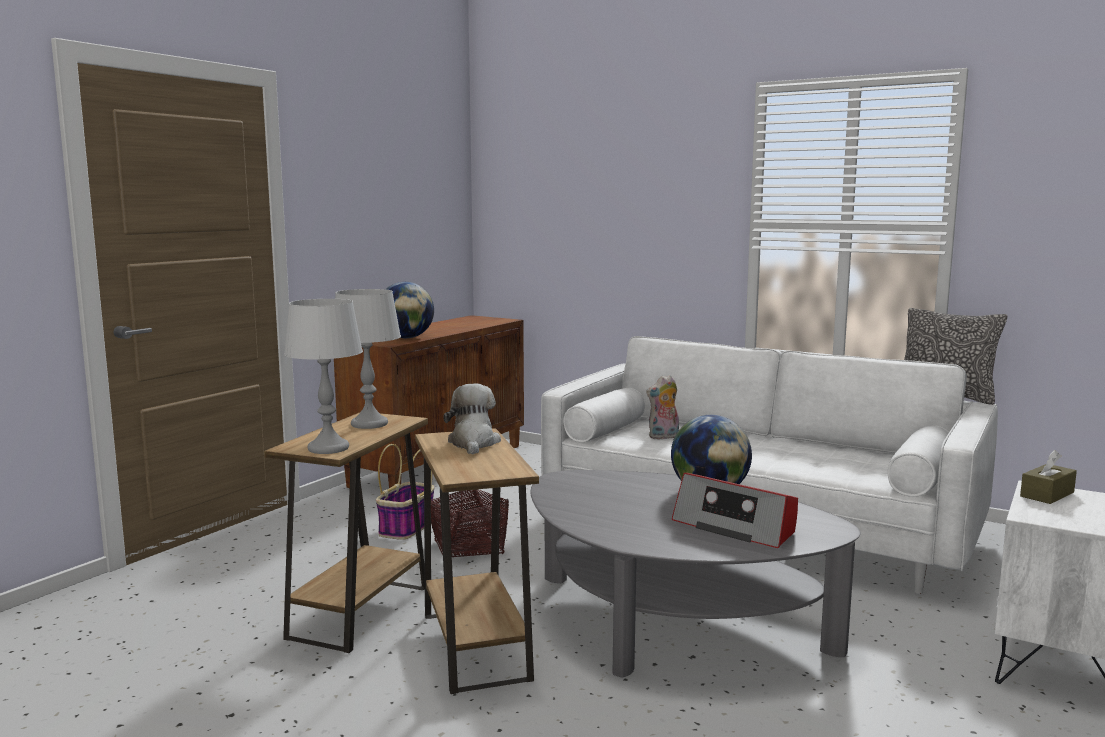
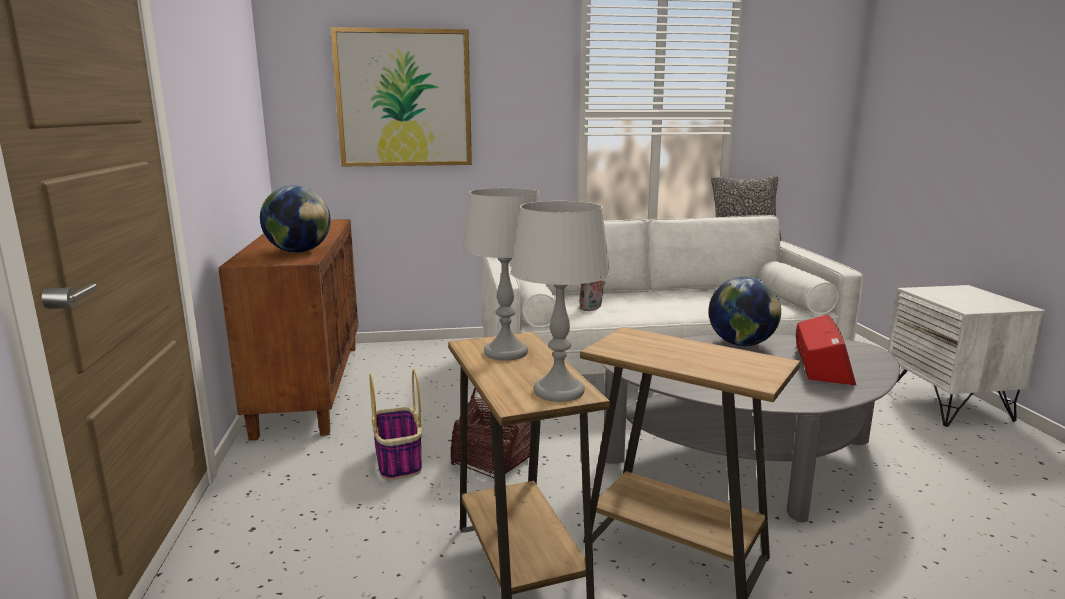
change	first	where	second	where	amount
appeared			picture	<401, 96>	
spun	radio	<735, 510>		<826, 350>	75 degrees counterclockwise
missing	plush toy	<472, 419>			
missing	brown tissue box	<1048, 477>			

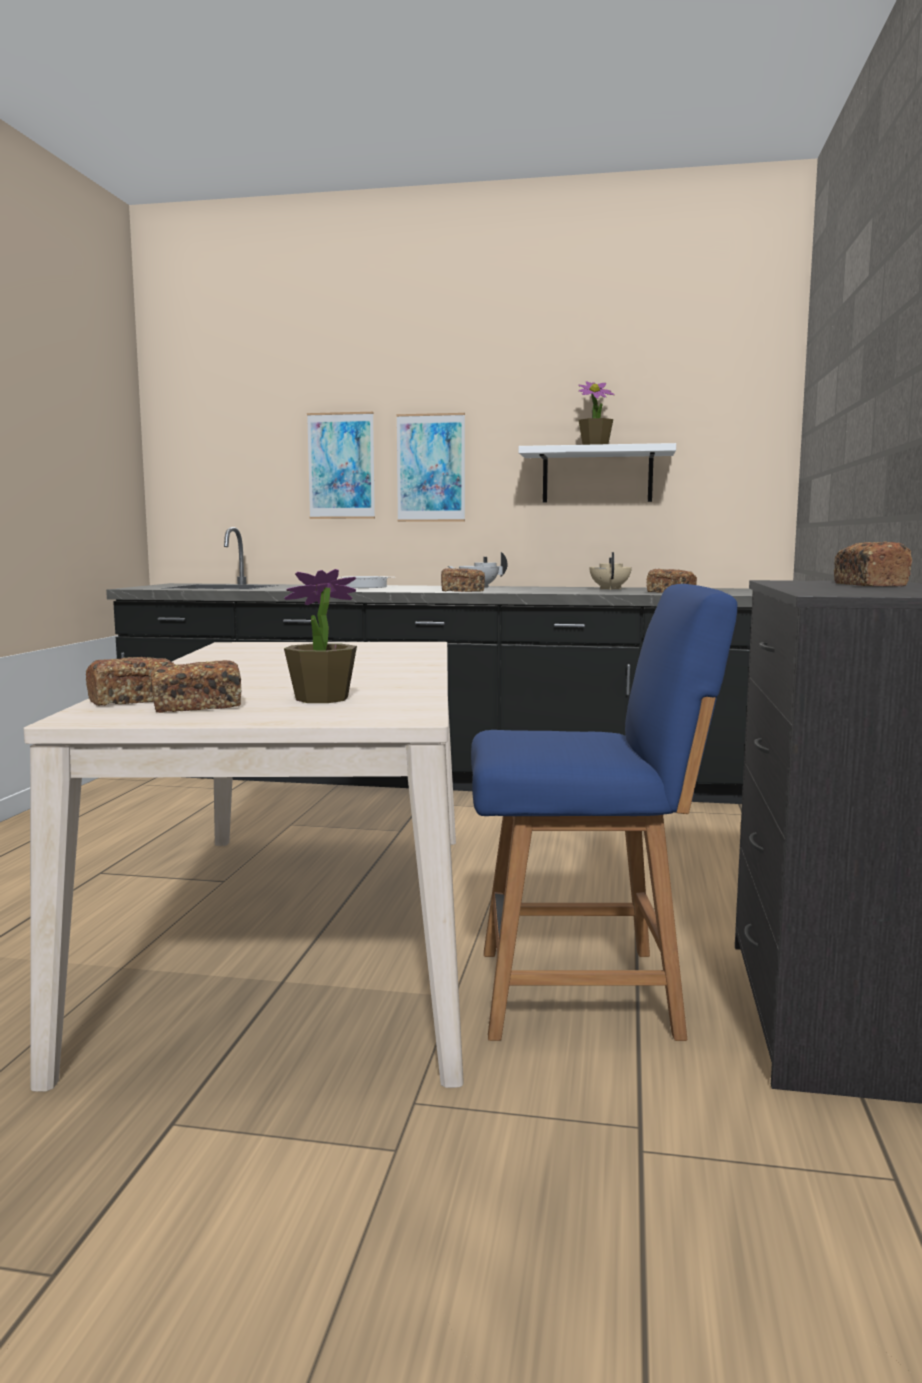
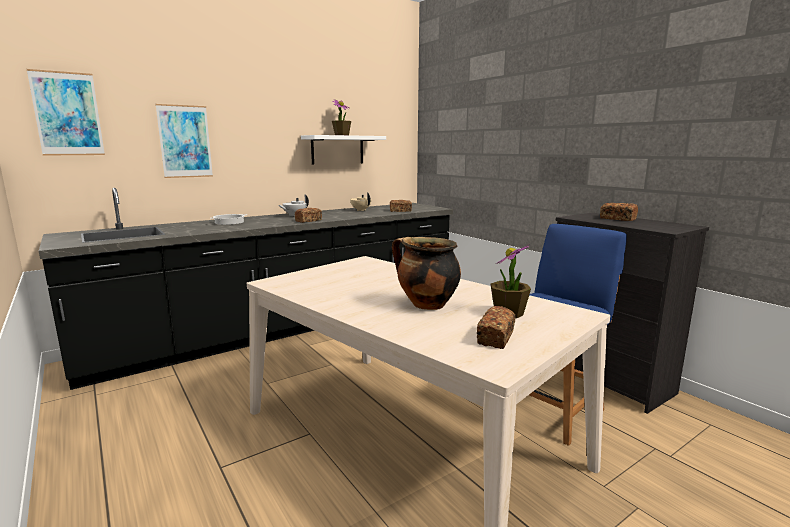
change	first	where	second	where	amount
relocated	picture	<430, 467>		<66, 112>	
appeared			cooking pot	<426, 273>	
missing	bread	<131, 681>			

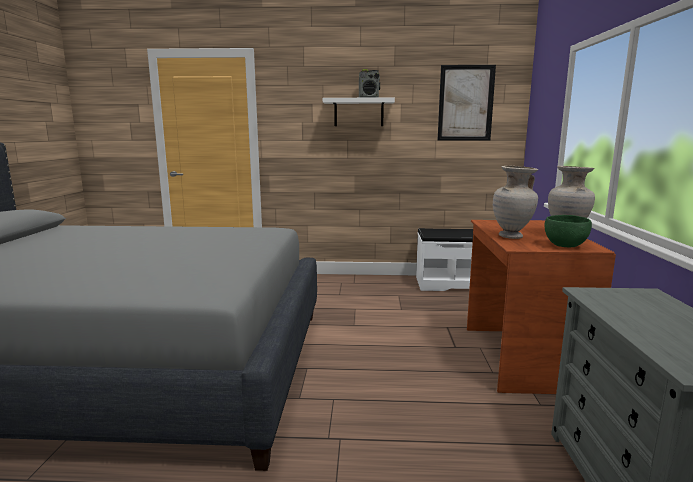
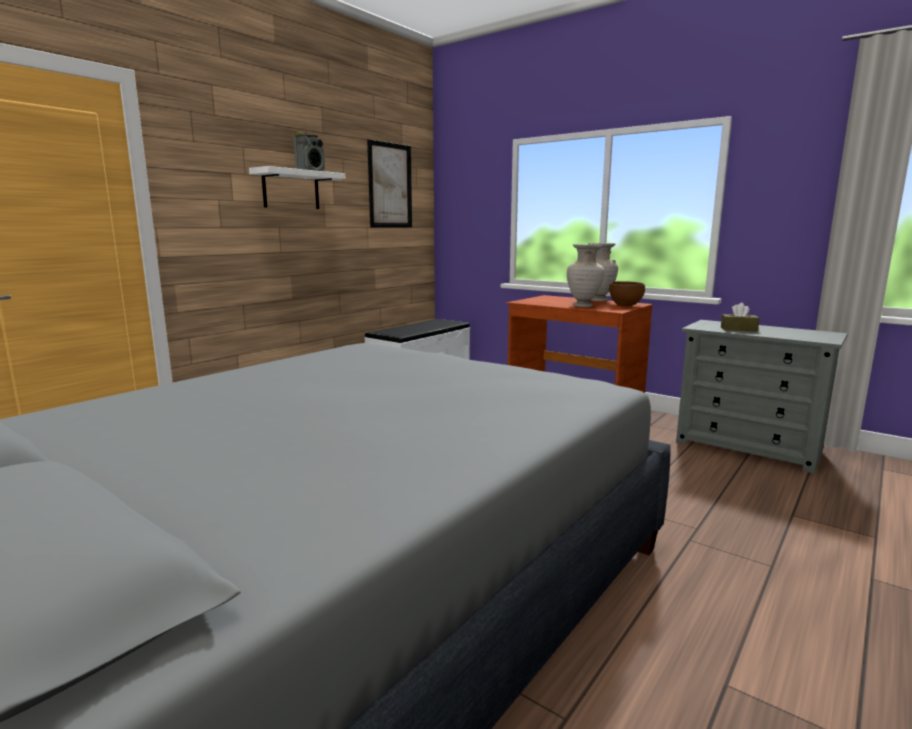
change	first	where	second	where	amount
colour	green bowl	<568, 231>	brown bowl	<627, 293>	
appeared			brown tissue box	<740, 317>	

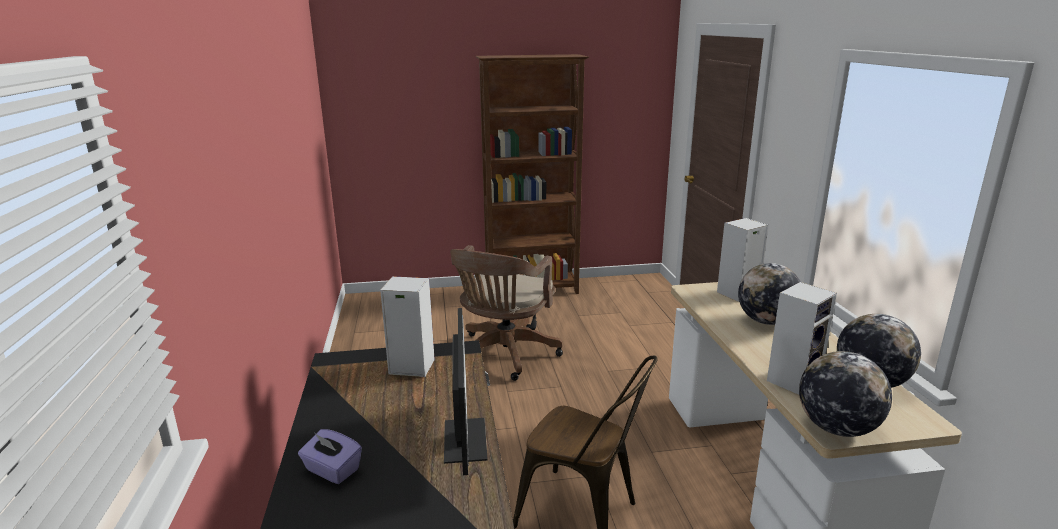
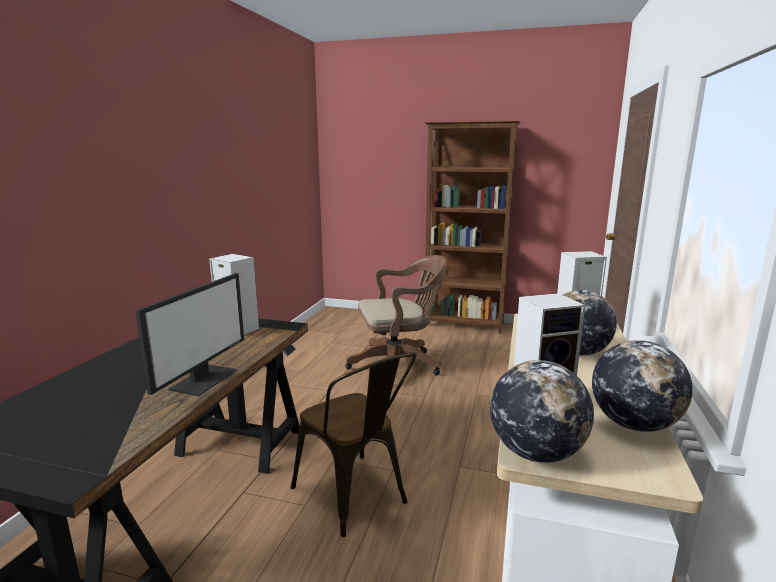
change	first	where	second	where	amount
spun	brown office chair	<506, 313>		<396, 315>	150 degrees counterclockwise
missing	purple tissue box	<330, 456>			

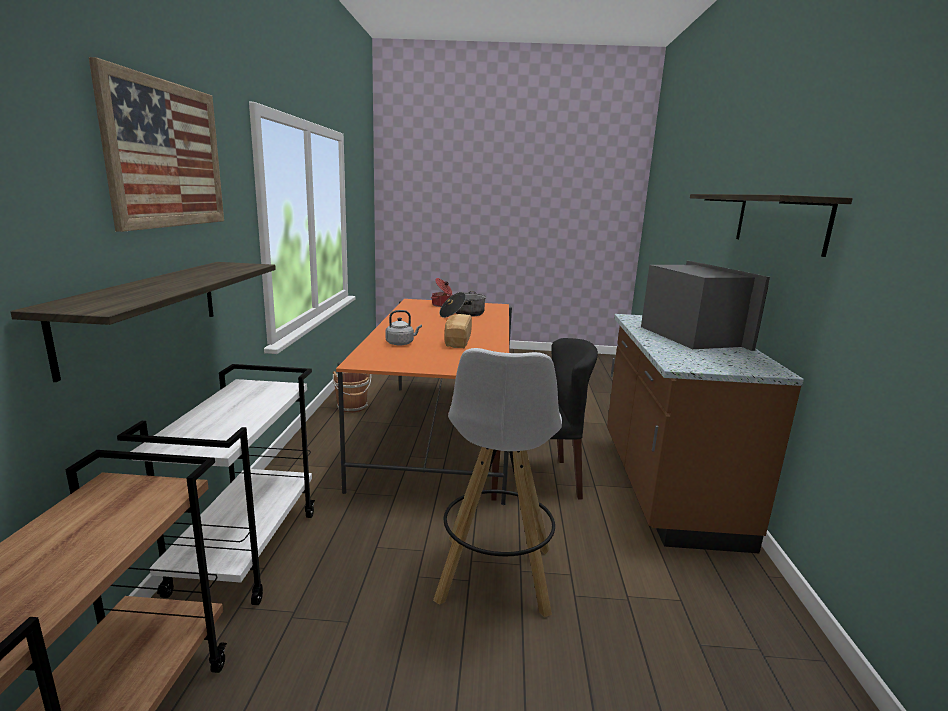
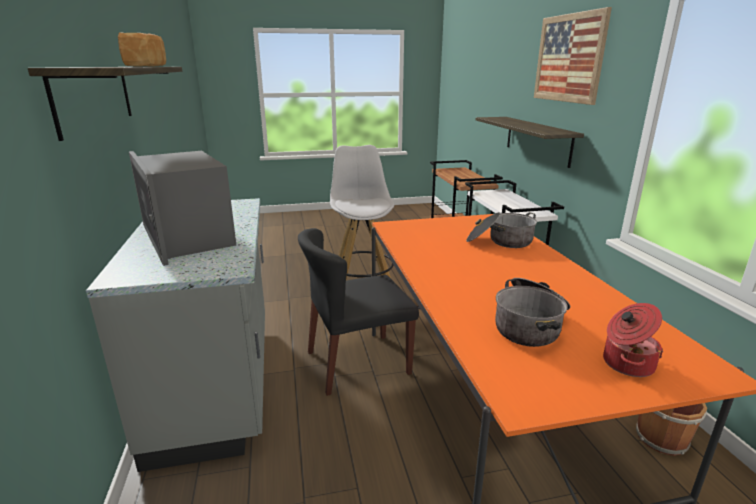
change	first	where	second	where	amount
colour	brown counter	<705, 433>	grey counter	<175, 335>	
relocated	bread	<458, 331>		<142, 49>	
exchanged	grey kettle	<404, 328>	cooking pot	<501, 230>	

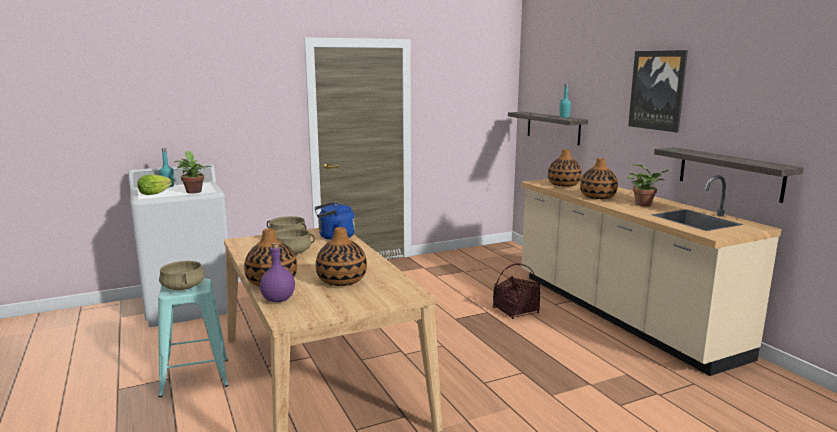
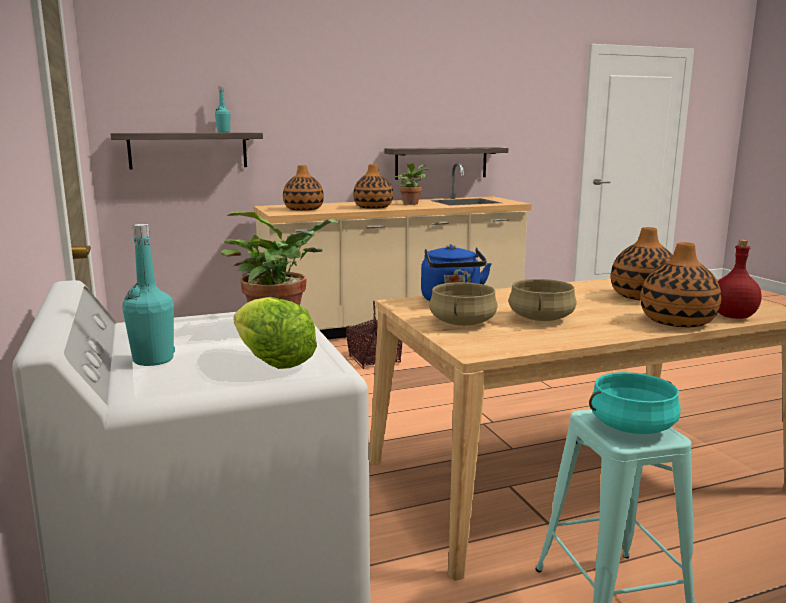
change	first	where	second	where	amount
colour	beige cooking pot	<181, 275>	turquoise cooking pot	<635, 403>	
colour	purple bottle	<277, 272>	red bottle	<740, 279>	
missing	picture	<658, 91>			

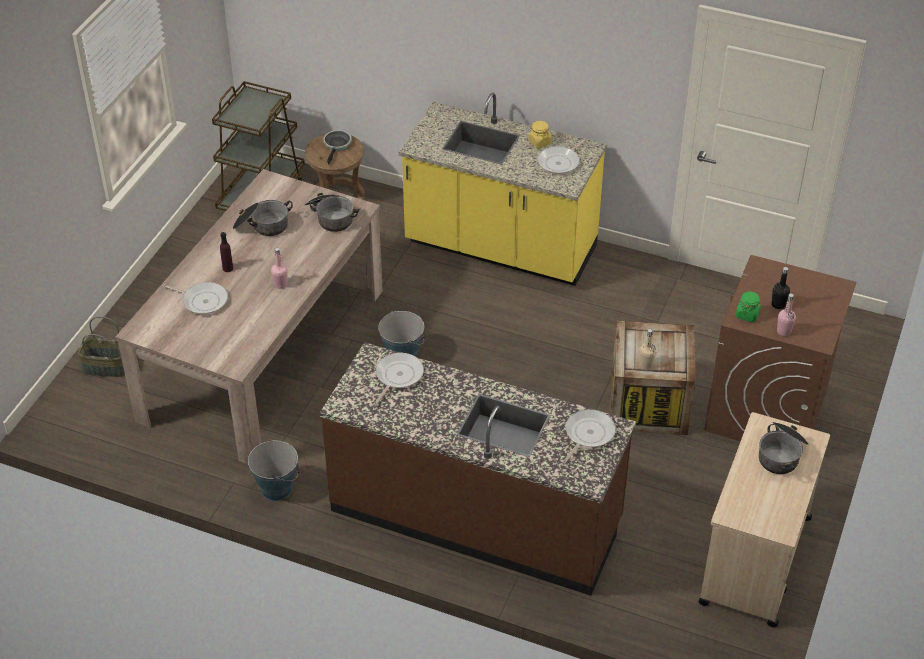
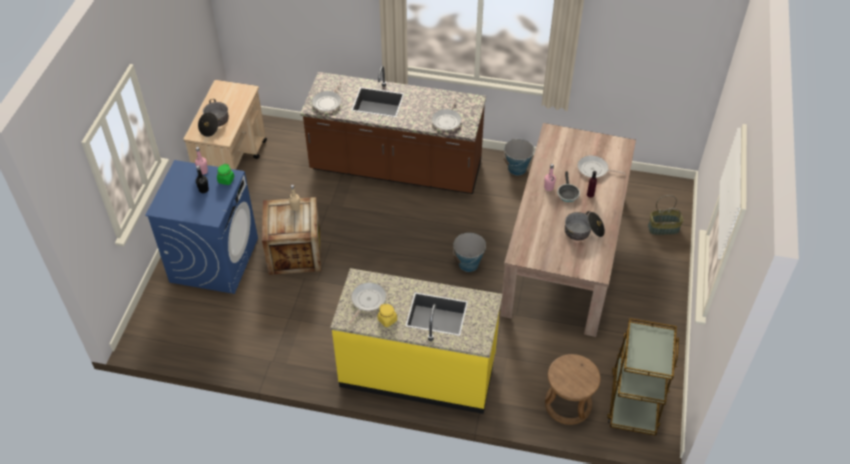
change	first	where	second	where	amount
colour	brown washing machine	<780, 348>	blue washing machine	<201, 227>	
relocated	frying pan	<337, 147>		<568, 187>	
missing	cooking pot	<332, 212>			

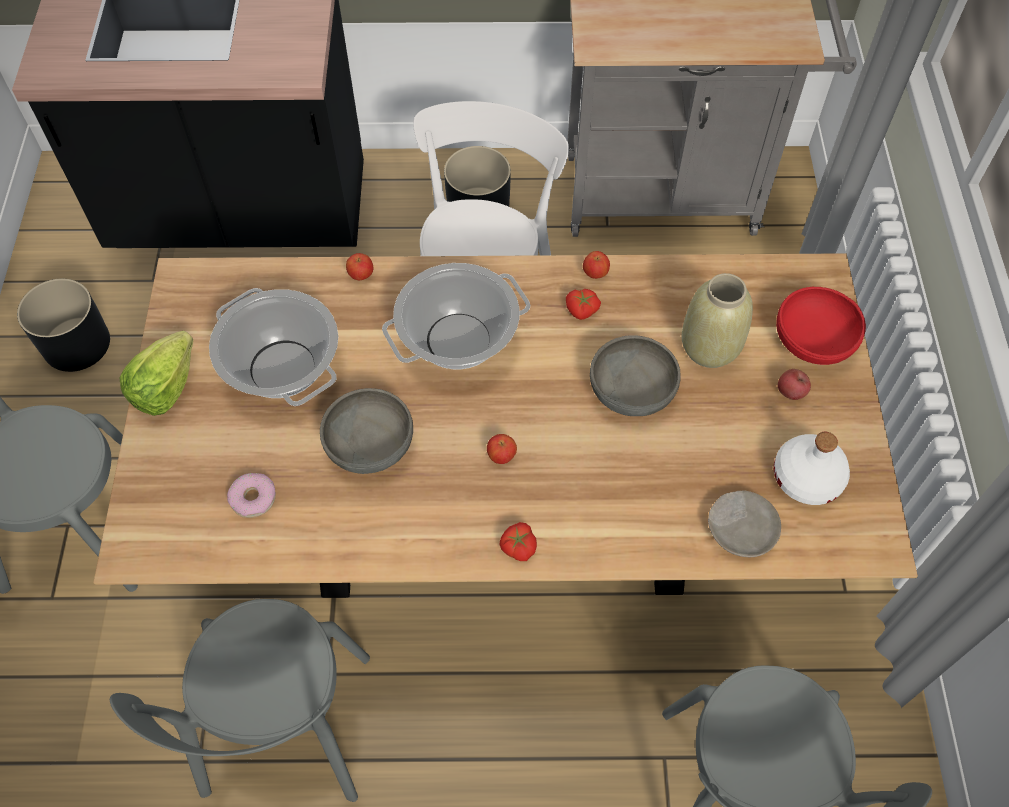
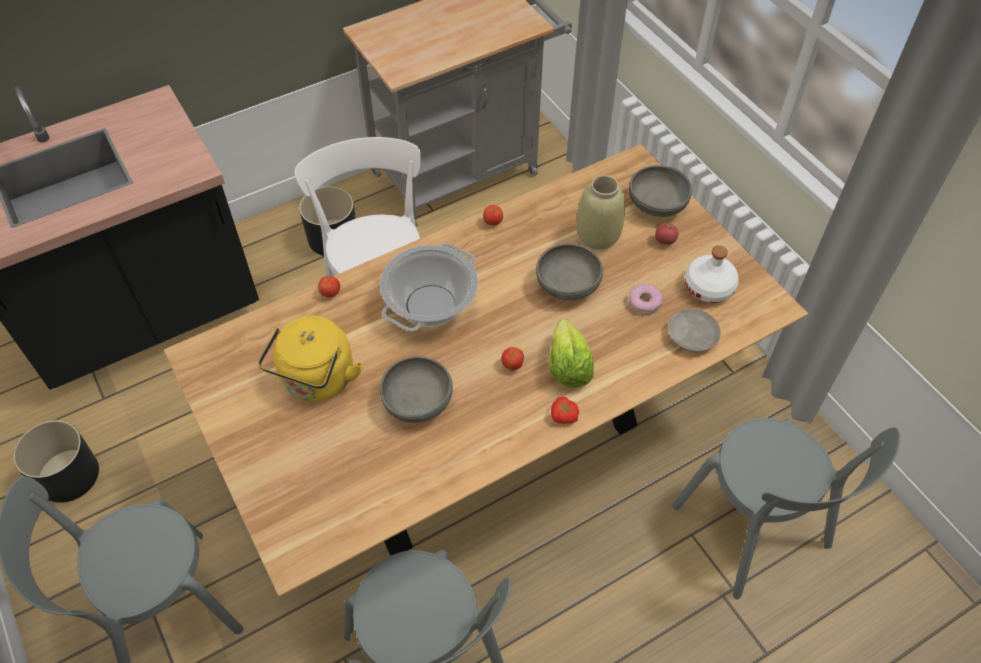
change	first	where	second	where	amount
exchanged	cooking pot	<273, 347>	yellow kettle	<310, 358>	
relocated	lettuce	<156, 373>		<571, 353>	
colour	red bowl	<821, 326>	grey bowl	<660, 191>	
relocated	donut	<251, 495>		<646, 299>	
missing	tomato	<583, 304>			

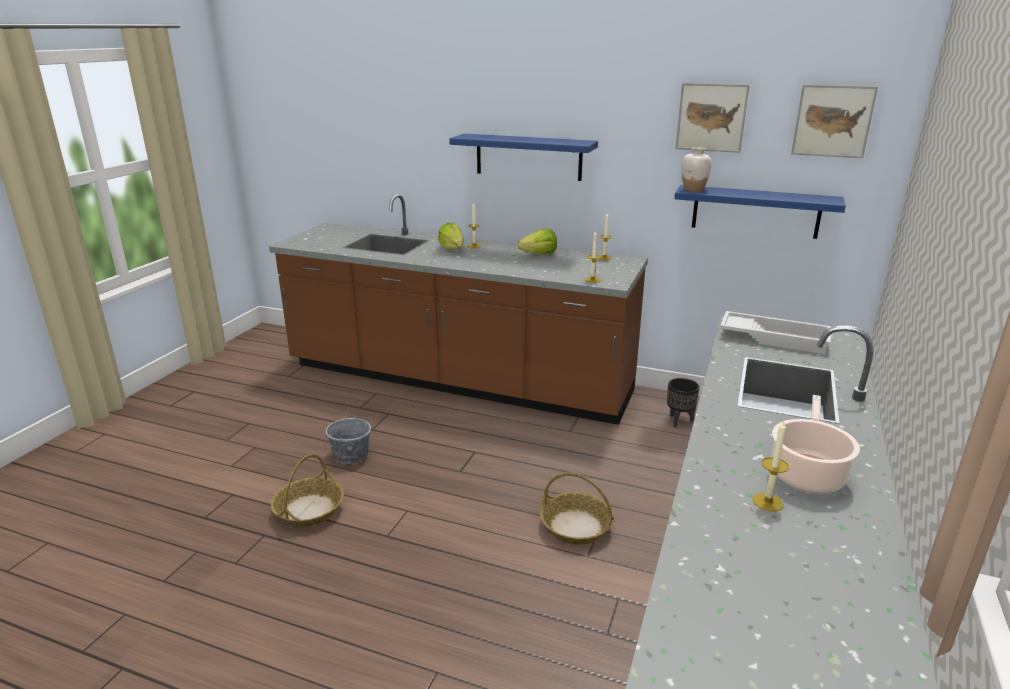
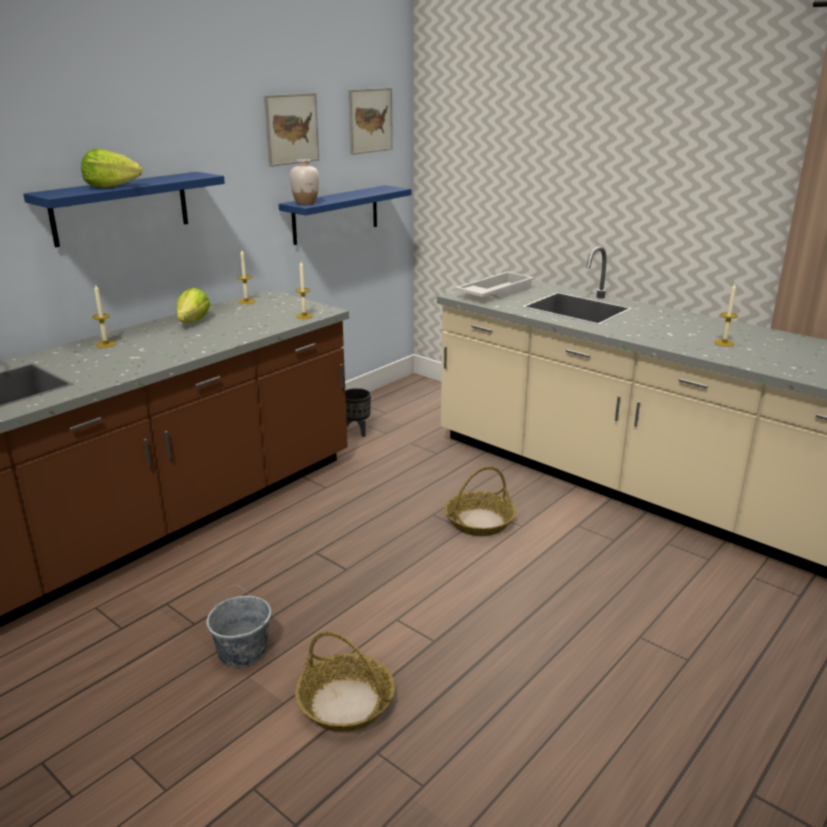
change	first	where	second	where	amount
relocated	lettuce	<451, 236>		<112, 168>	
missing	cooking pot	<815, 444>			

